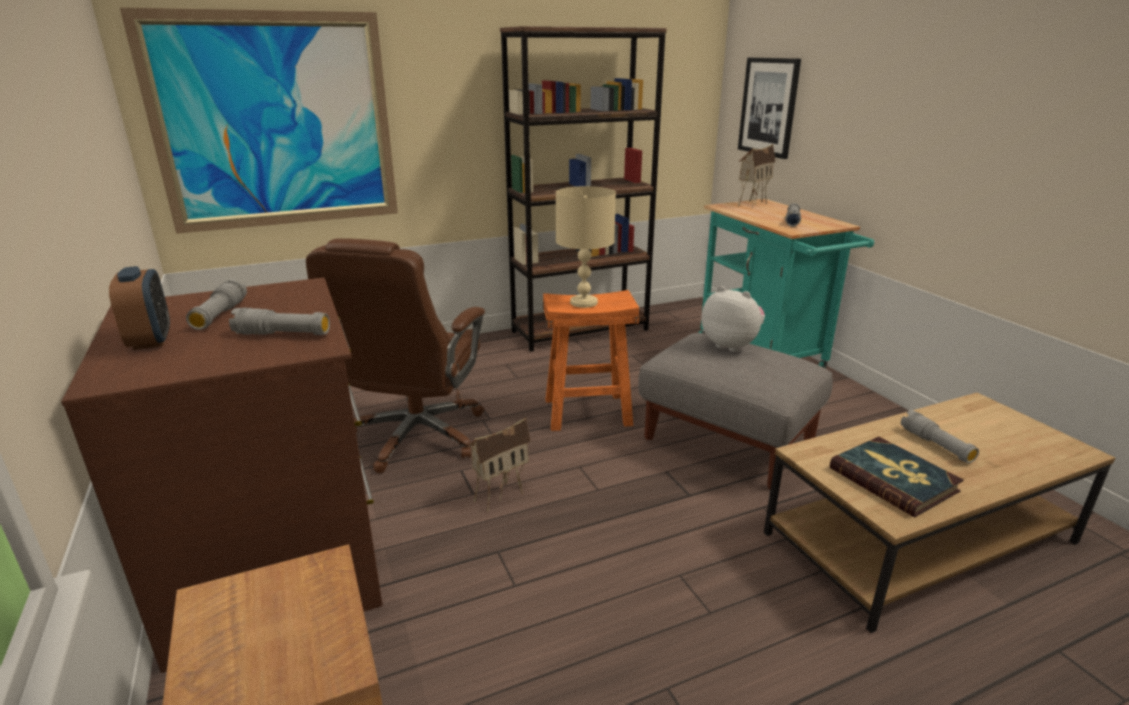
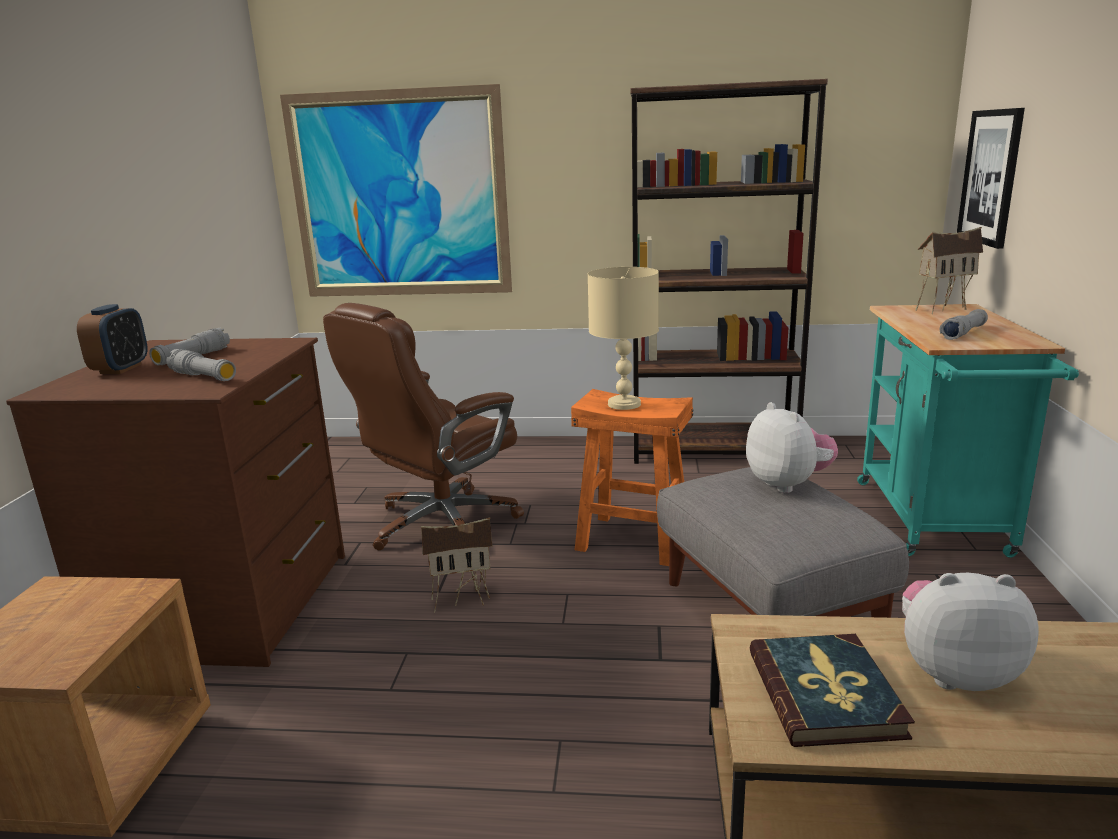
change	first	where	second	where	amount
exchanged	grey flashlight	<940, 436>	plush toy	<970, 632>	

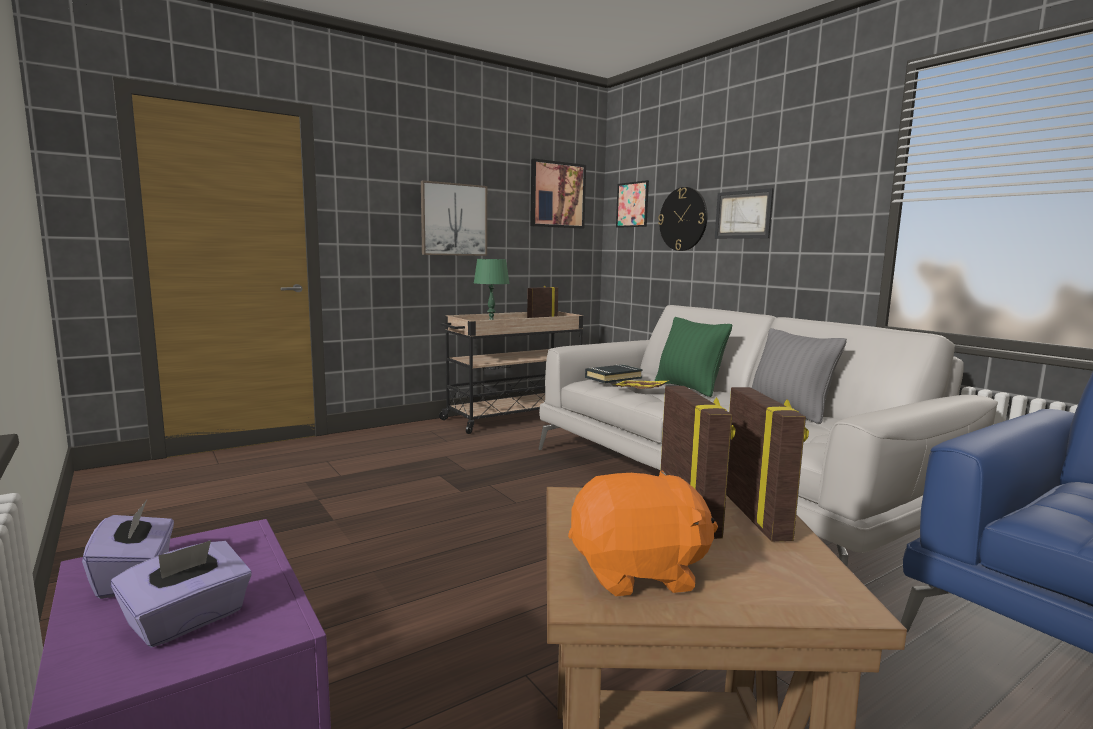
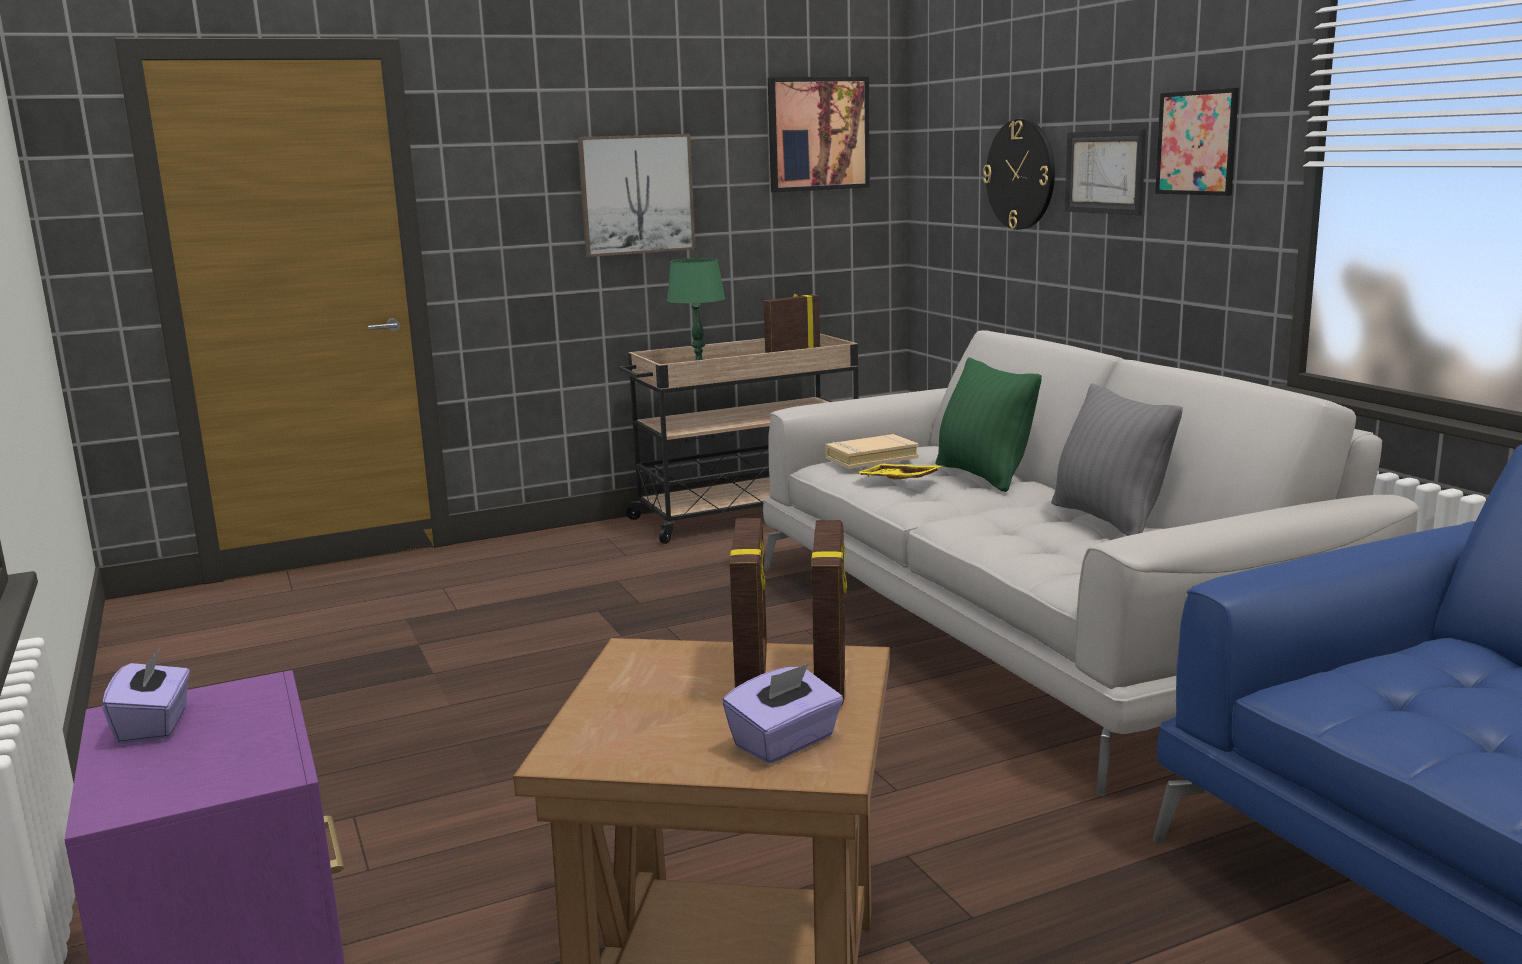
change	first	where	second	where	amount
relocated	purple tissue box	<181, 594>		<782, 713>	
colour	black book	<614, 373>	beige book	<872, 451>	
relocated	picture	<632, 204>		<1197, 142>	
missing	orange plush toy	<643, 533>			

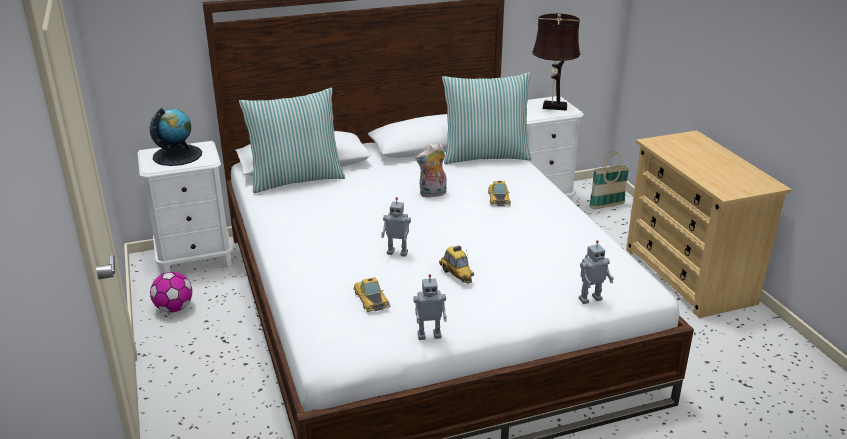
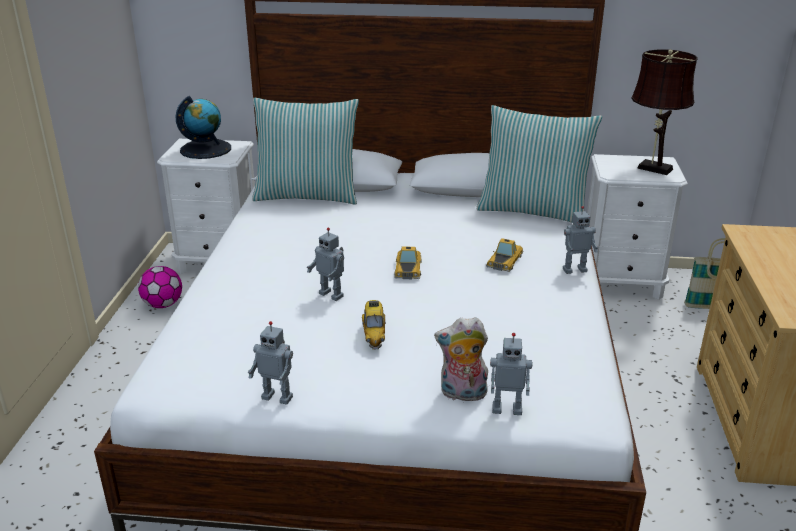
change	first	where	second	where	amount
relocated	toy car	<372, 294>		<408, 263>	
relocated	plush toy	<431, 170>		<461, 359>	
appeared			toy robot	<580, 240>	

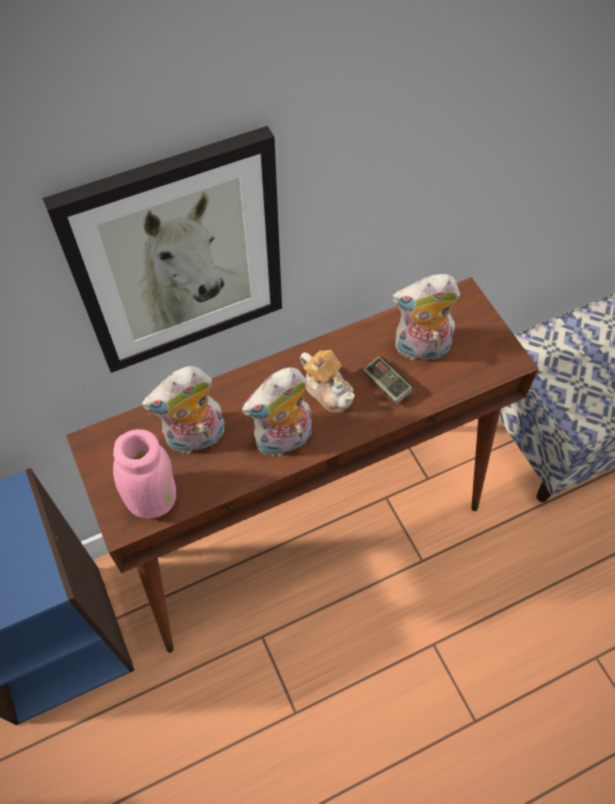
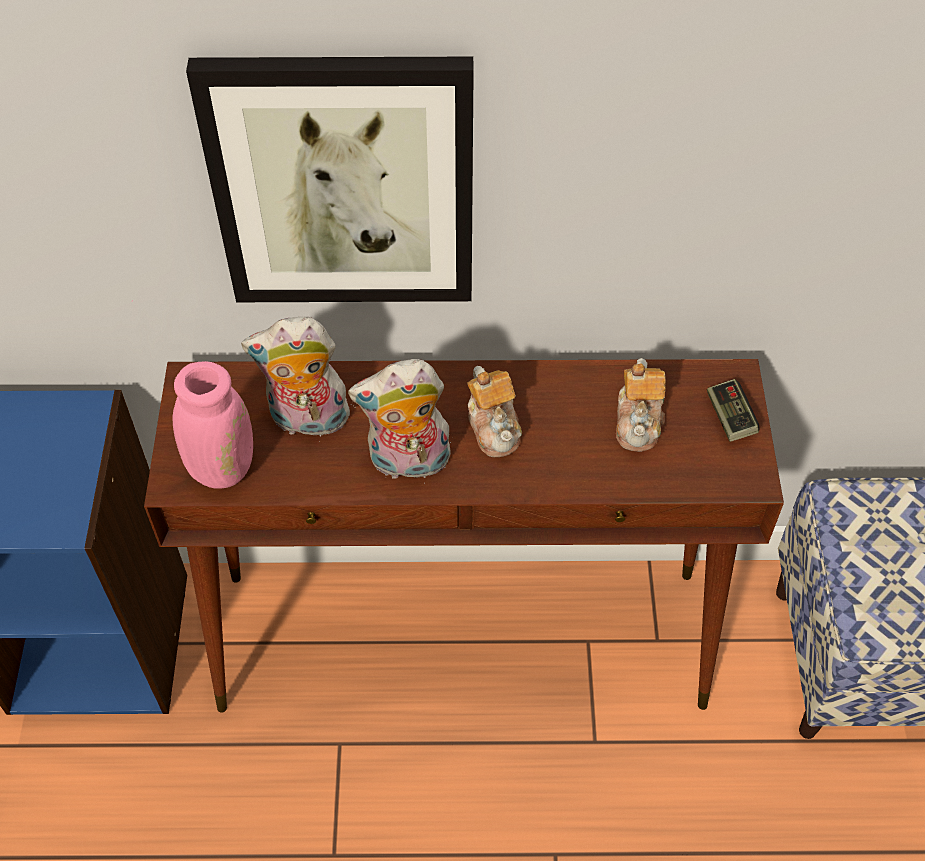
change	first	where	second	where	amount
exchanged	plush toy	<426, 319>	teapot	<641, 405>	
relocated	game controller	<388, 380>		<733, 410>	

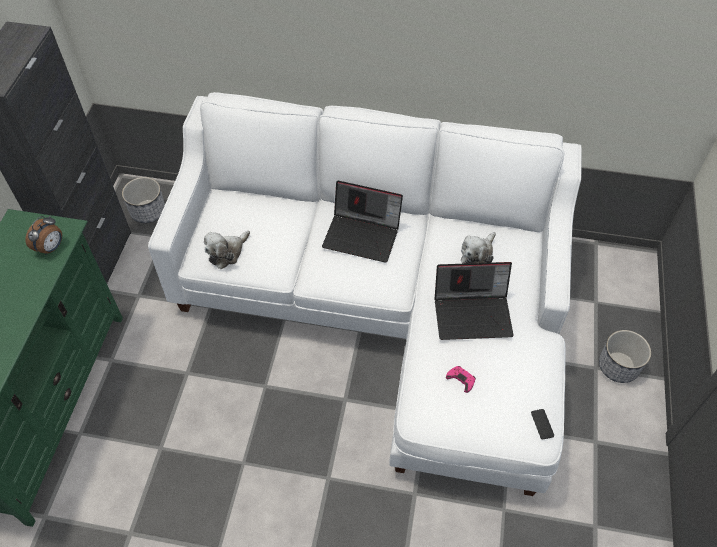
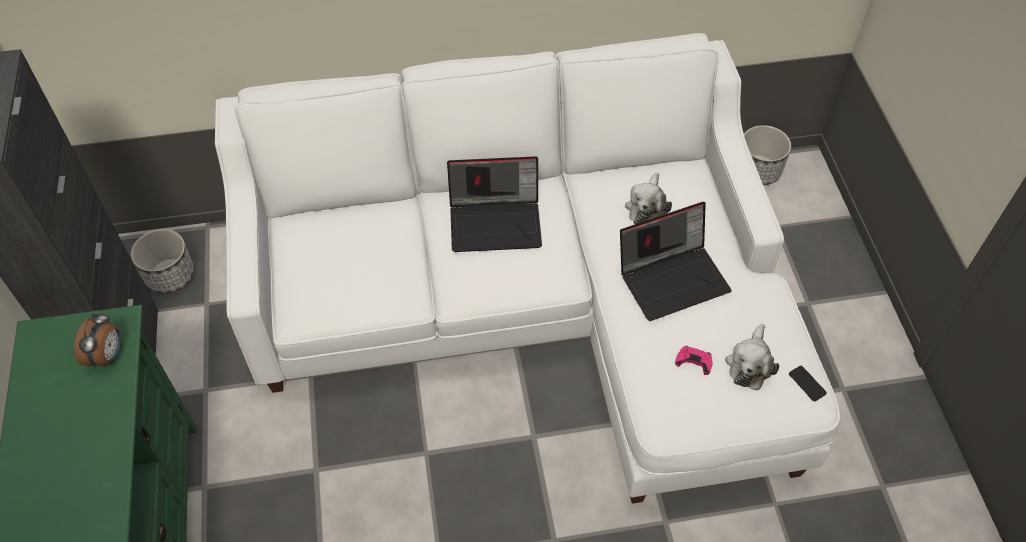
change	first	where	second	where	amount
relocated	plush toy	<227, 249>		<752, 357>	
relocated	planter	<625, 356>		<767, 155>	

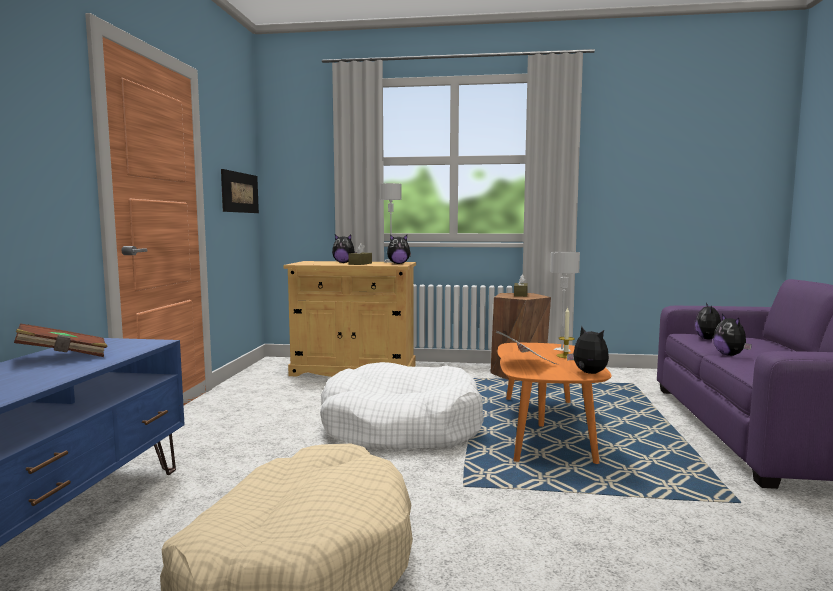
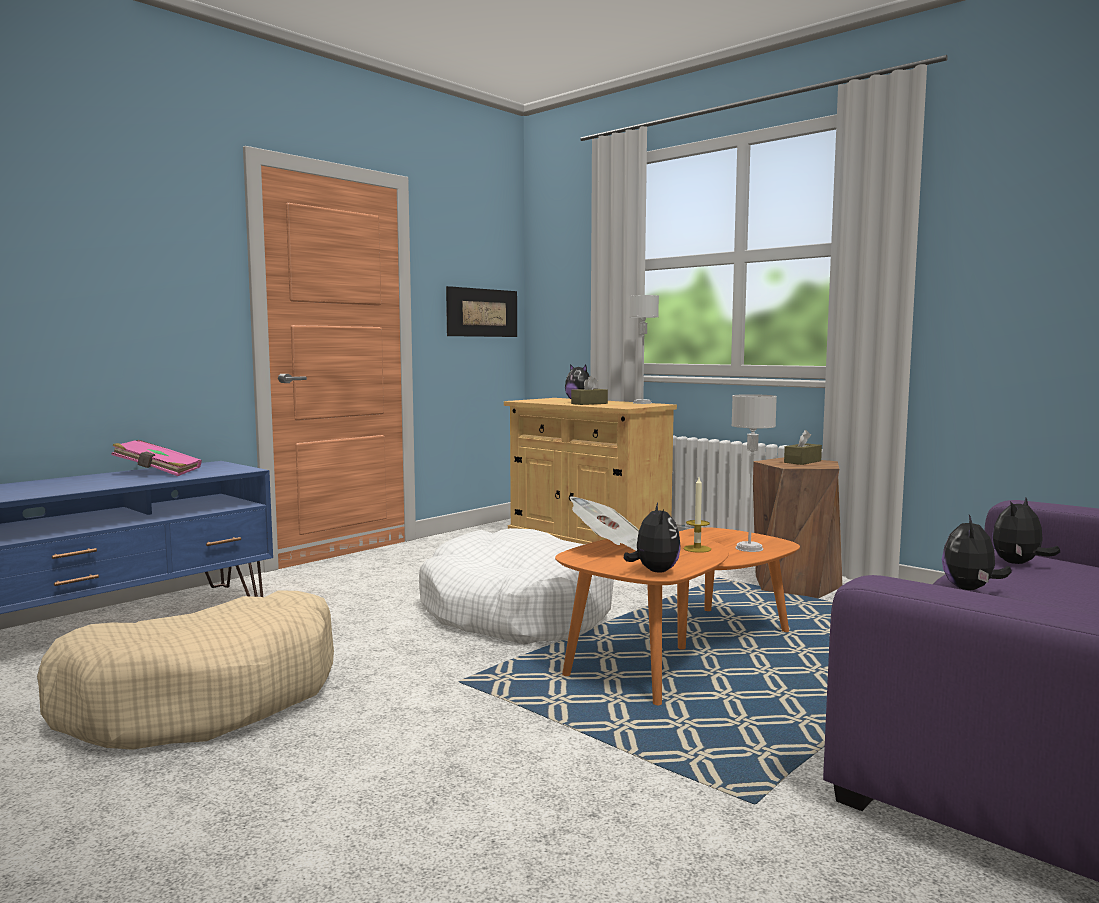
change	first	where	second	where	amount
colour	brown book	<61, 340>	pink book	<156, 458>	
missing	plush toy	<399, 249>			

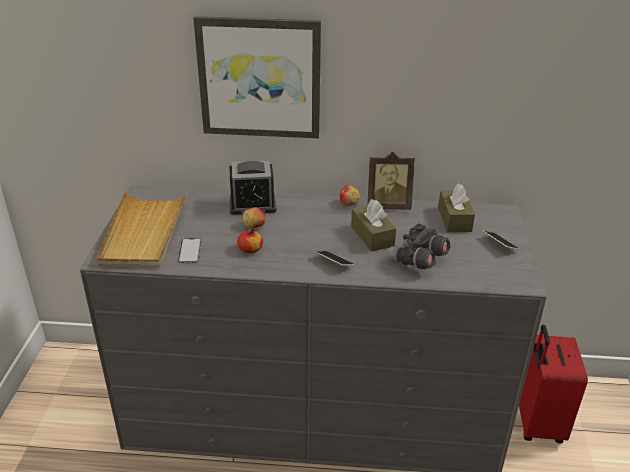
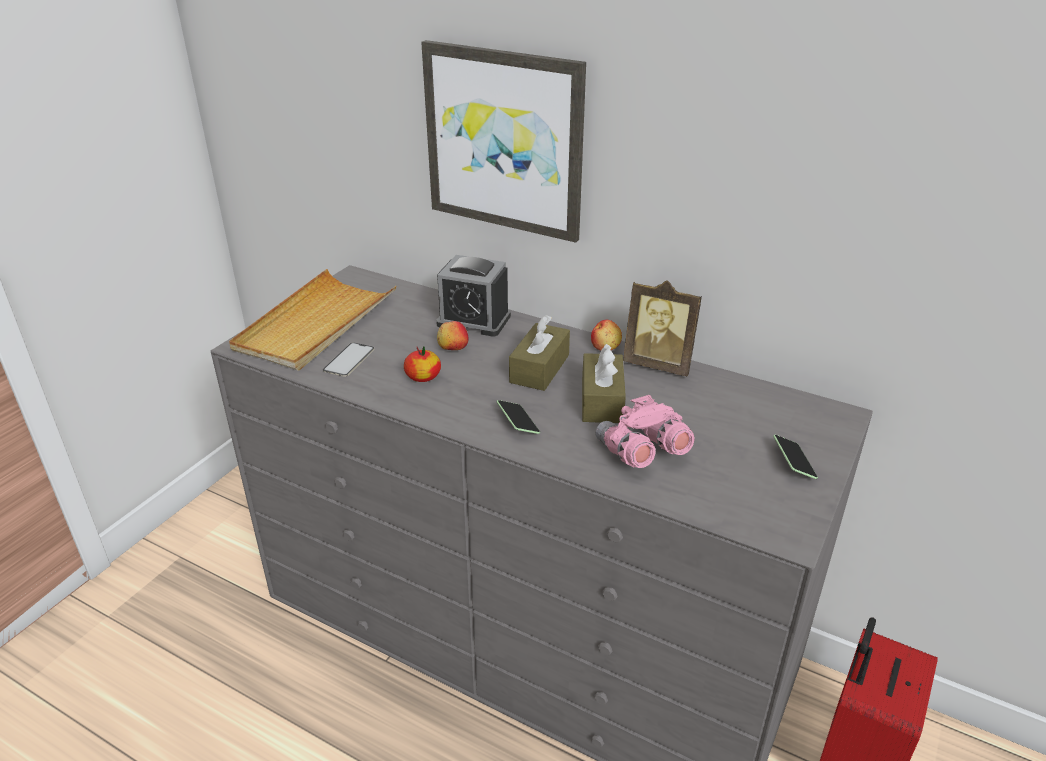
change	first	where	second	where	amount
relocated	brown tissue box	<456, 207>		<539, 353>	
colour	grey binoculars	<419, 246>	pink binoculars	<645, 431>	

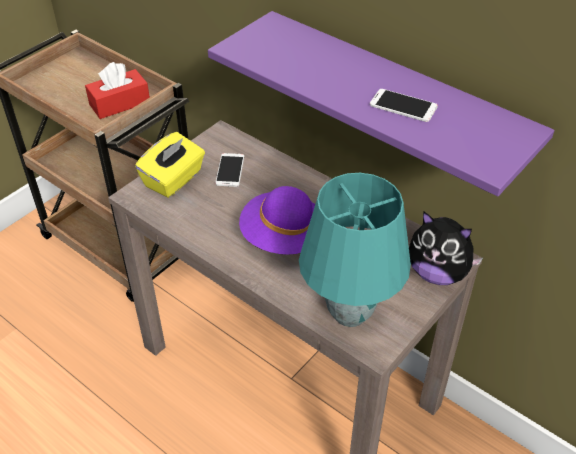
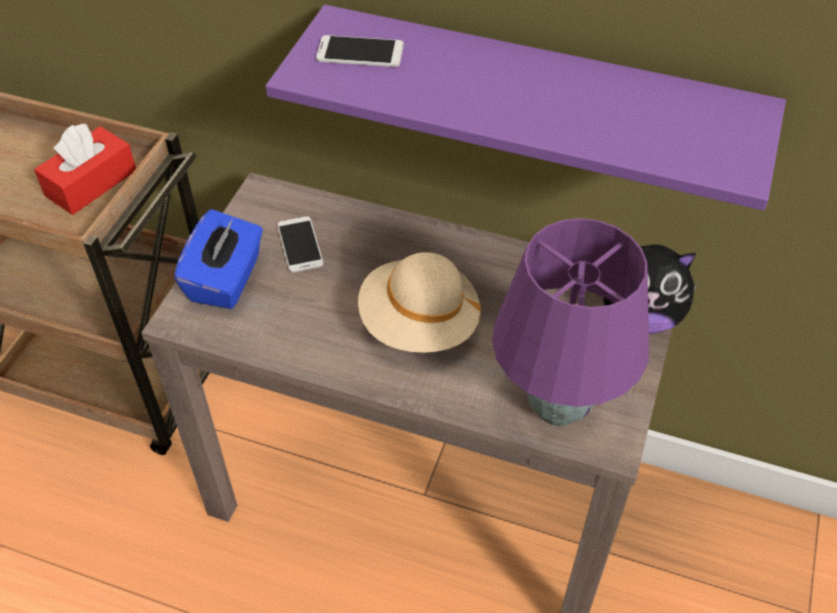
change	first	where	second	where	amount
colour	yellow tissue box	<170, 165>	blue tissue box	<218, 259>	
relocated	phone	<404, 105>		<360, 51>	
colour	purple hat	<277, 220>	beige hat	<419, 302>	
colour	turquoise table lamp	<355, 250>	purple table lamp	<570, 322>	

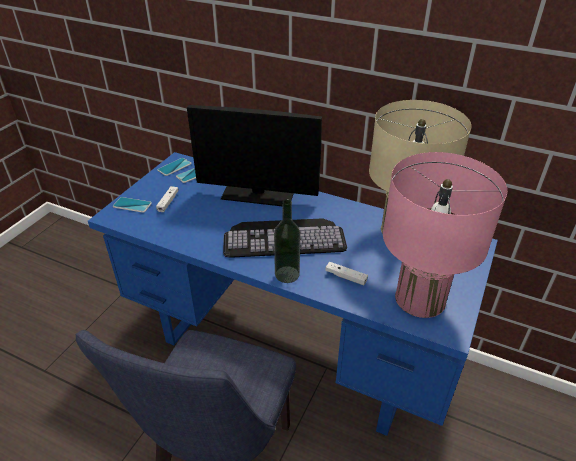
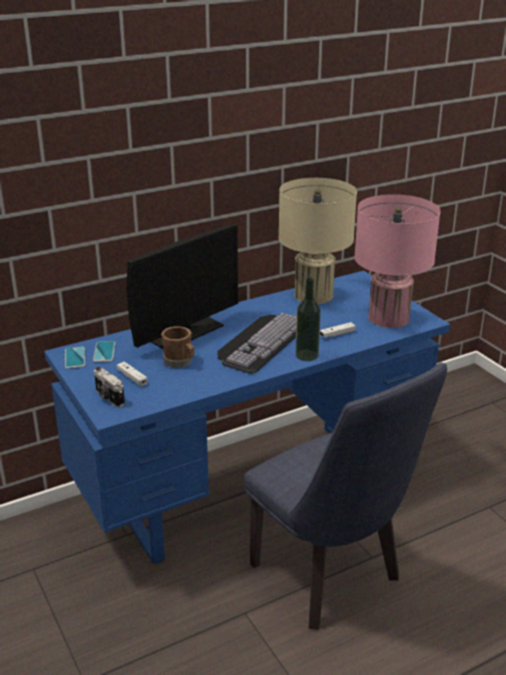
change	first	where	second	where	amount
exchanged	phone	<132, 205>	photo camera	<109, 387>	
appeared			brown mug	<177, 347>	

